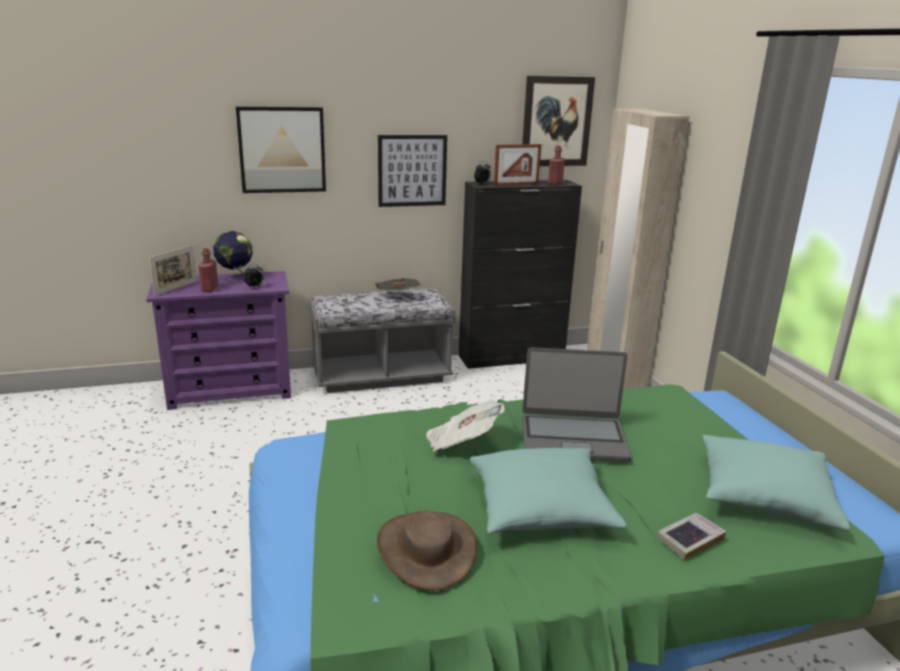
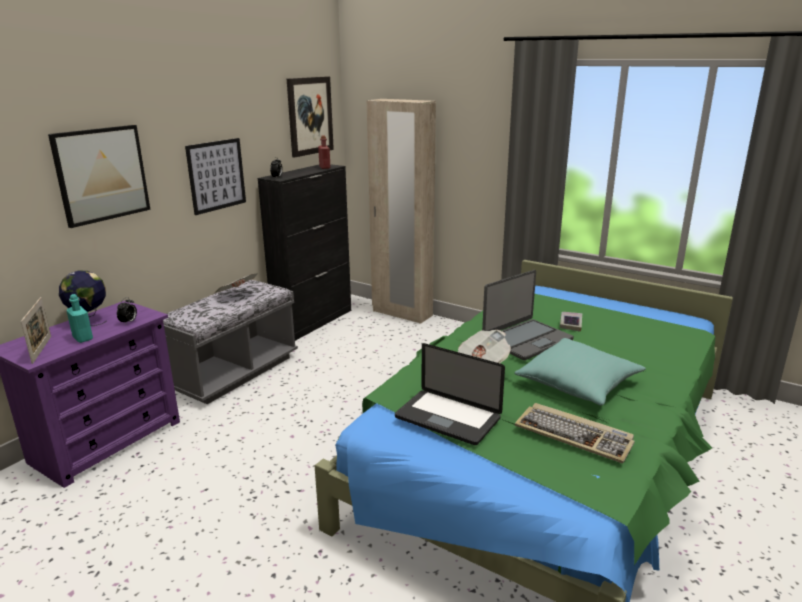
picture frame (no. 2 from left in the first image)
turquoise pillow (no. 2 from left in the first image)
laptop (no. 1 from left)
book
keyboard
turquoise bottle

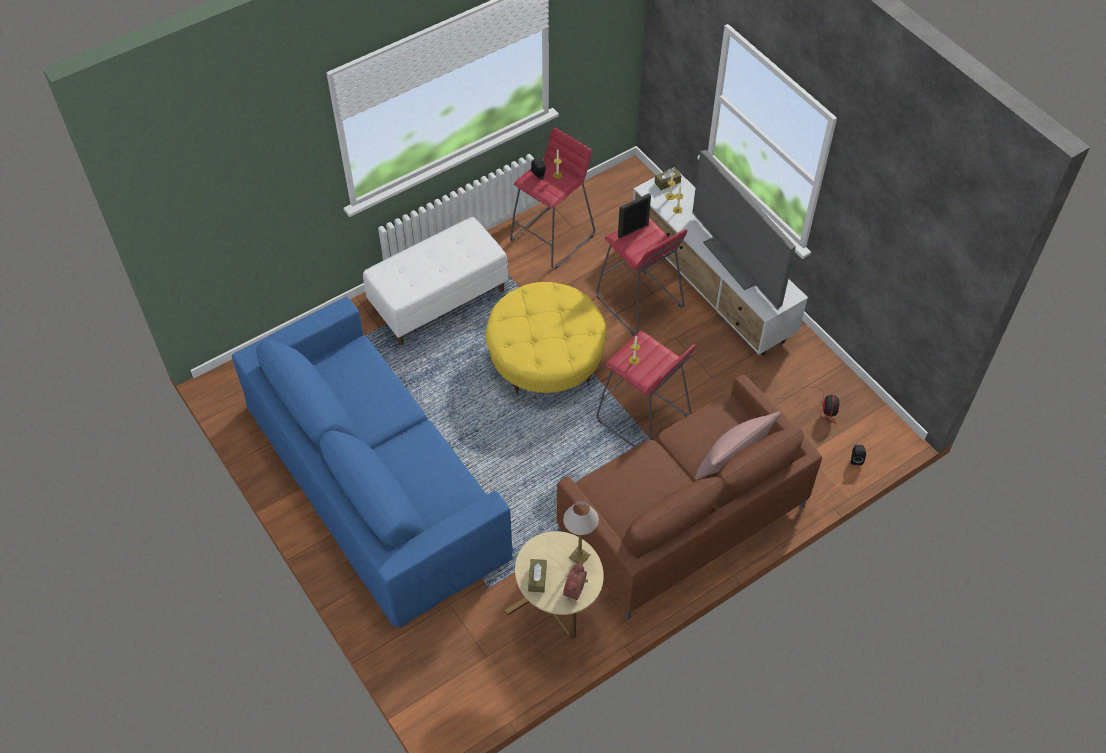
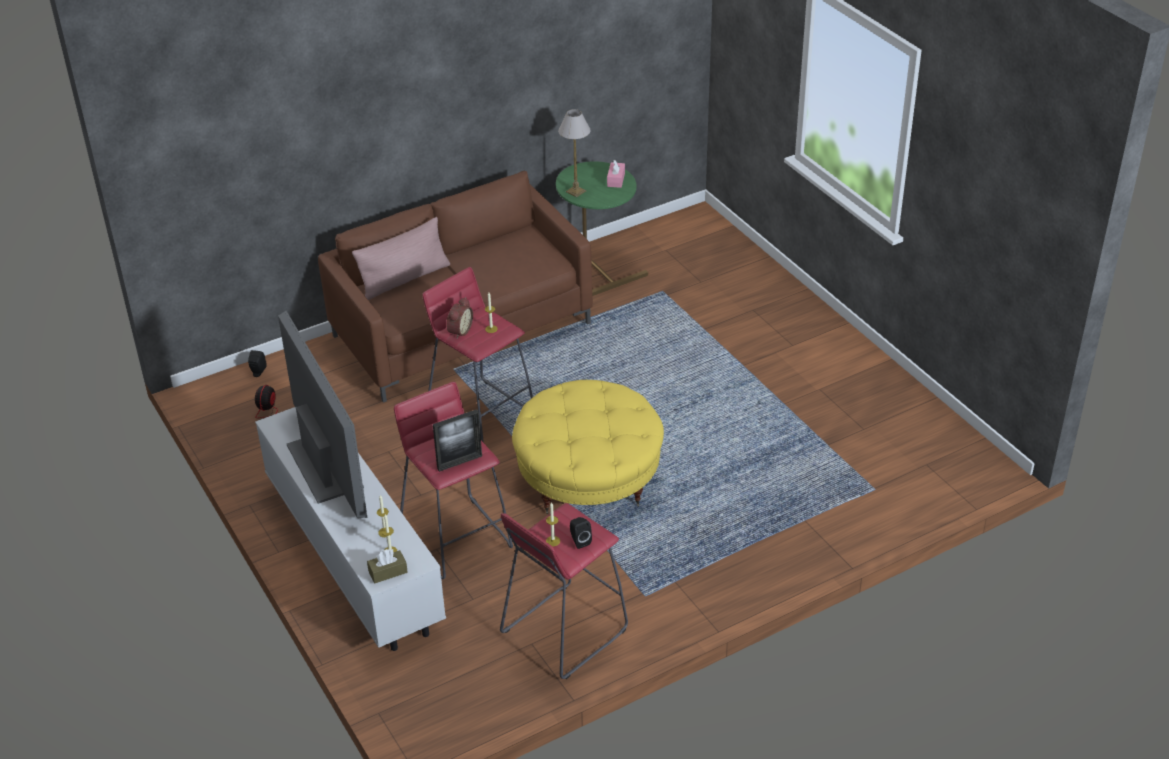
blue sofa
white bench
alarm clock
green side table
pink tissue box

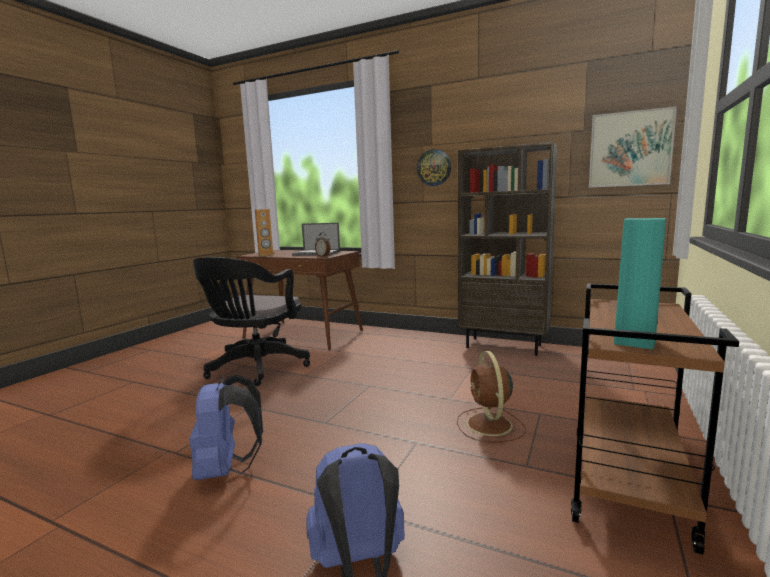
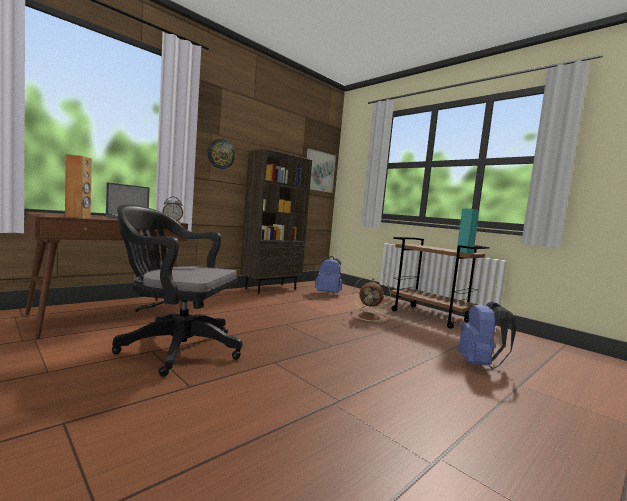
blue backpack (no. 1 from left)
black office chair

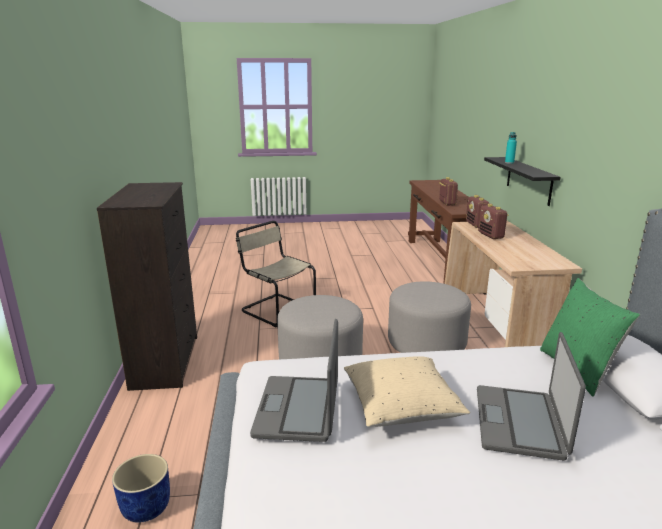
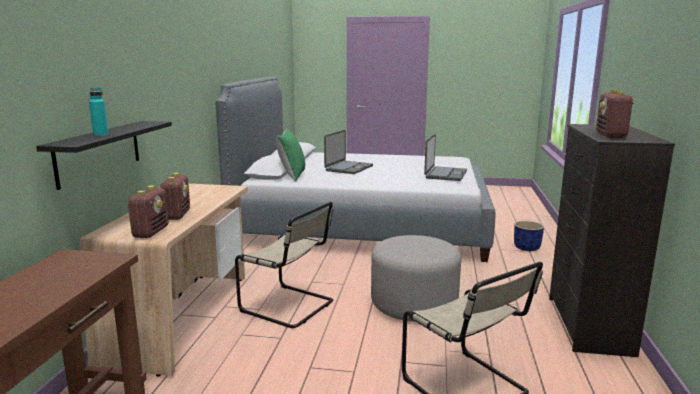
beige pillow
radio (no. 3 from left)
beige chair (no. 1 from left)

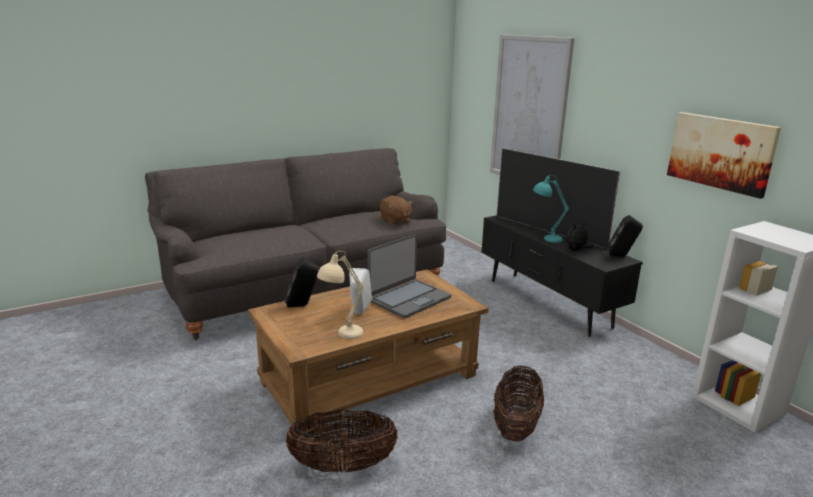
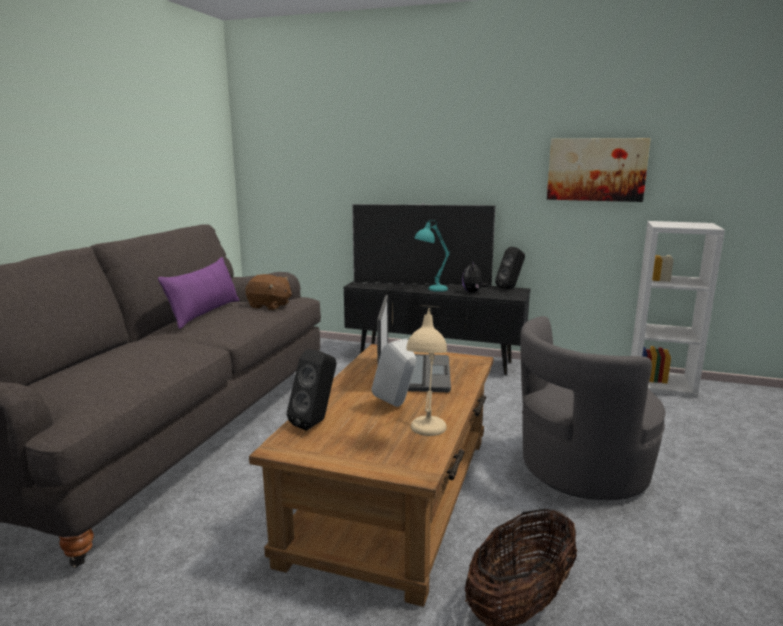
picture (no. 1 from left in the first image)
purple pillow
grey armchair

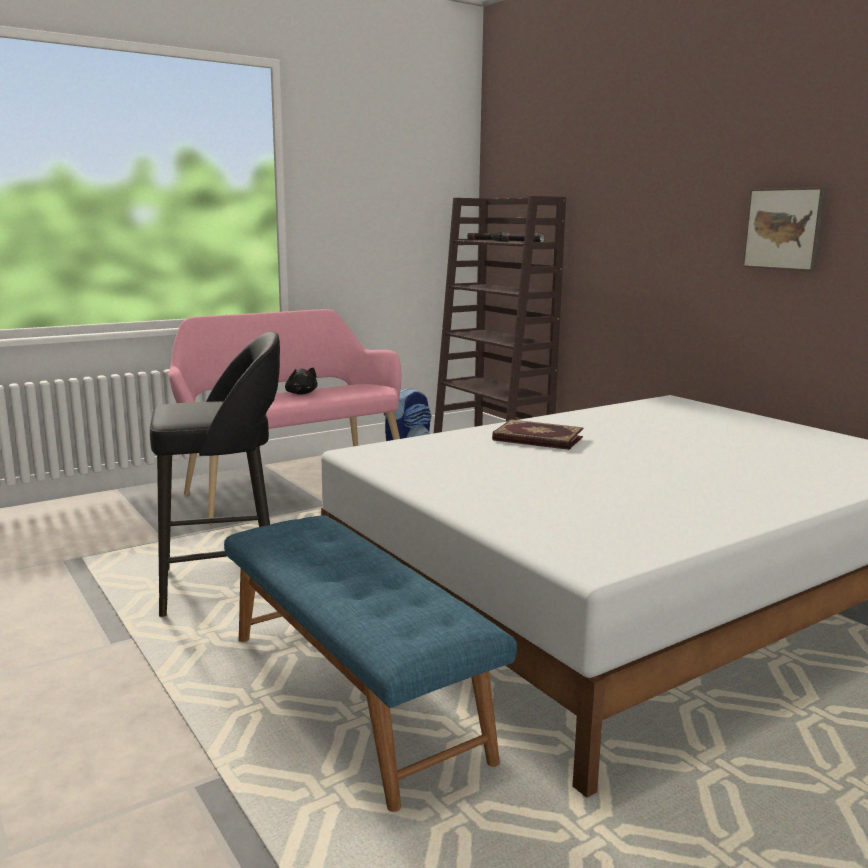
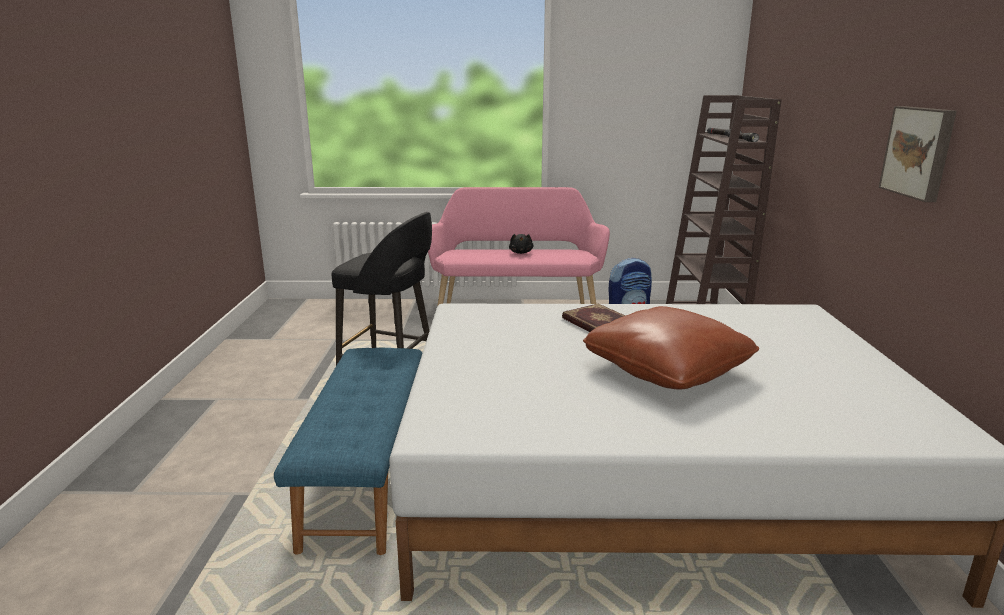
brown pillow

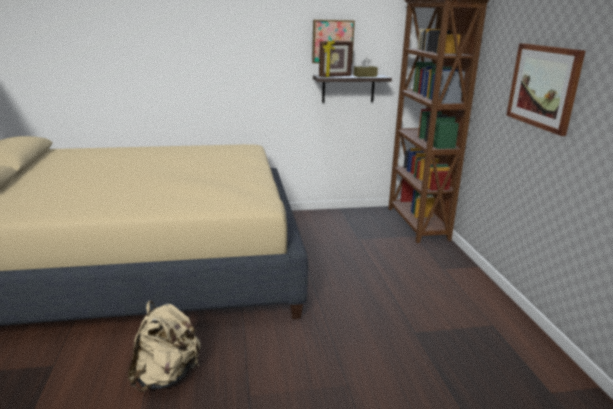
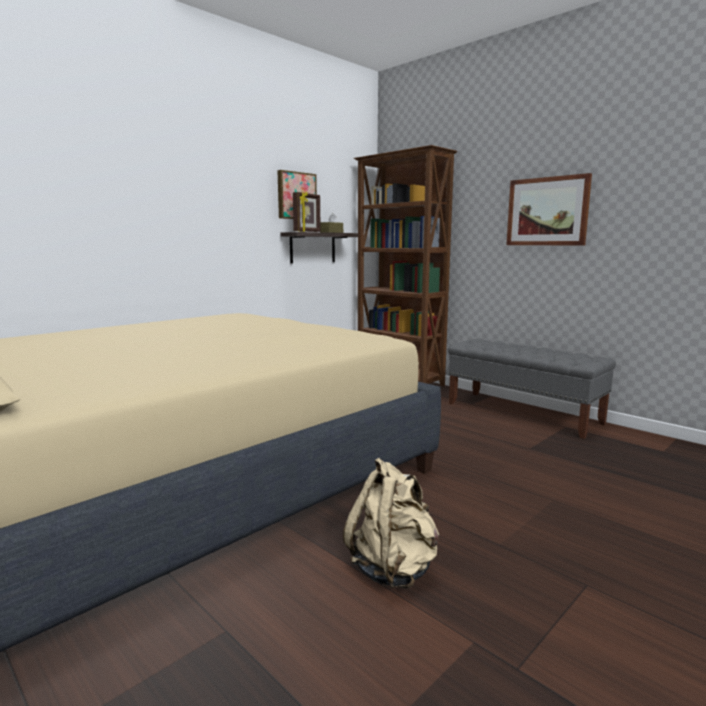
grey bench

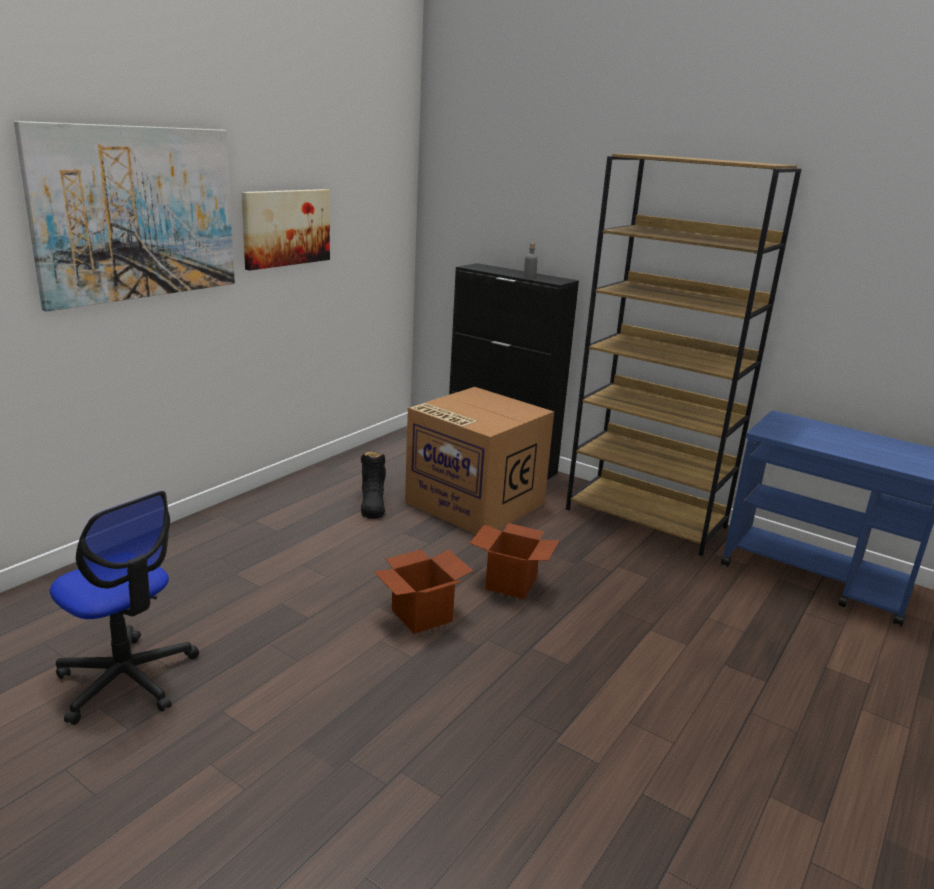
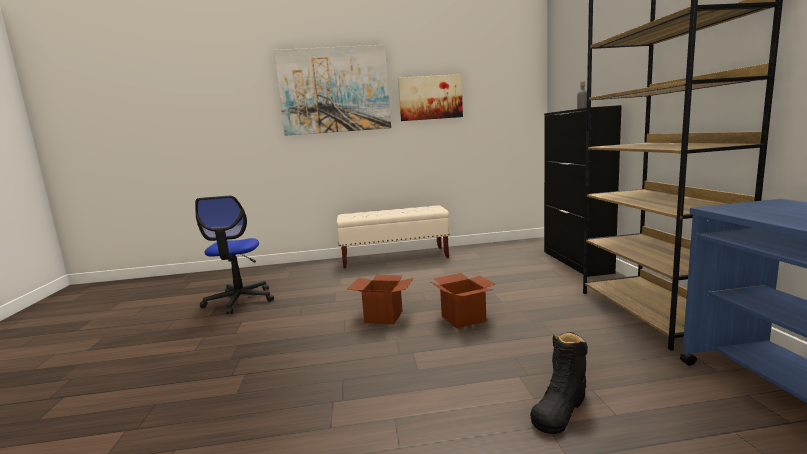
cardboard box (no. 2 from left in the first image)
beige bench
black boot

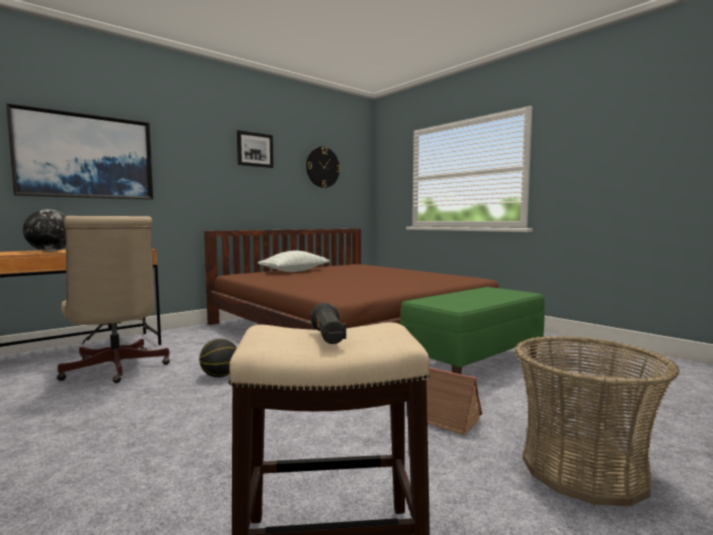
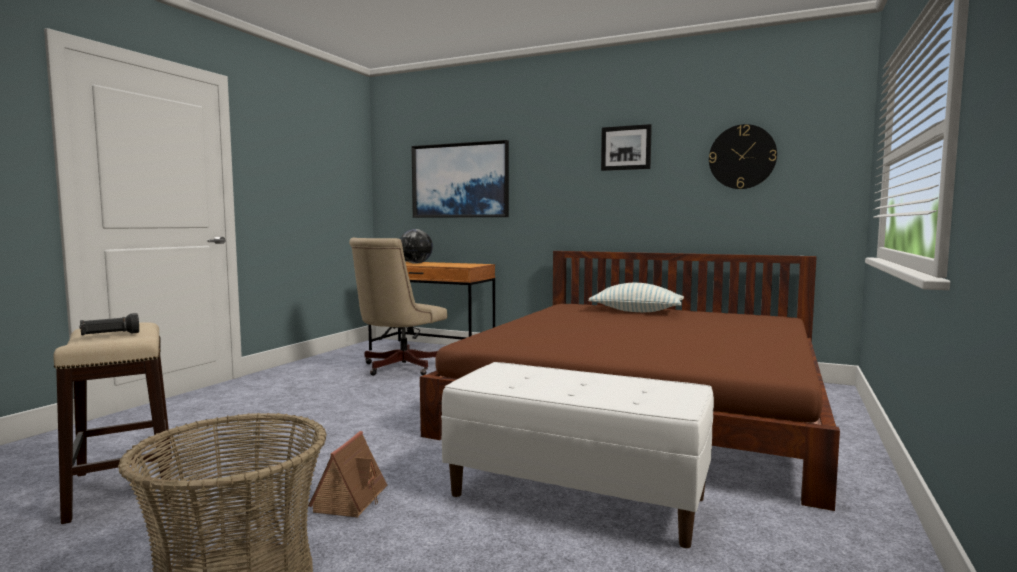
basketball
white bench

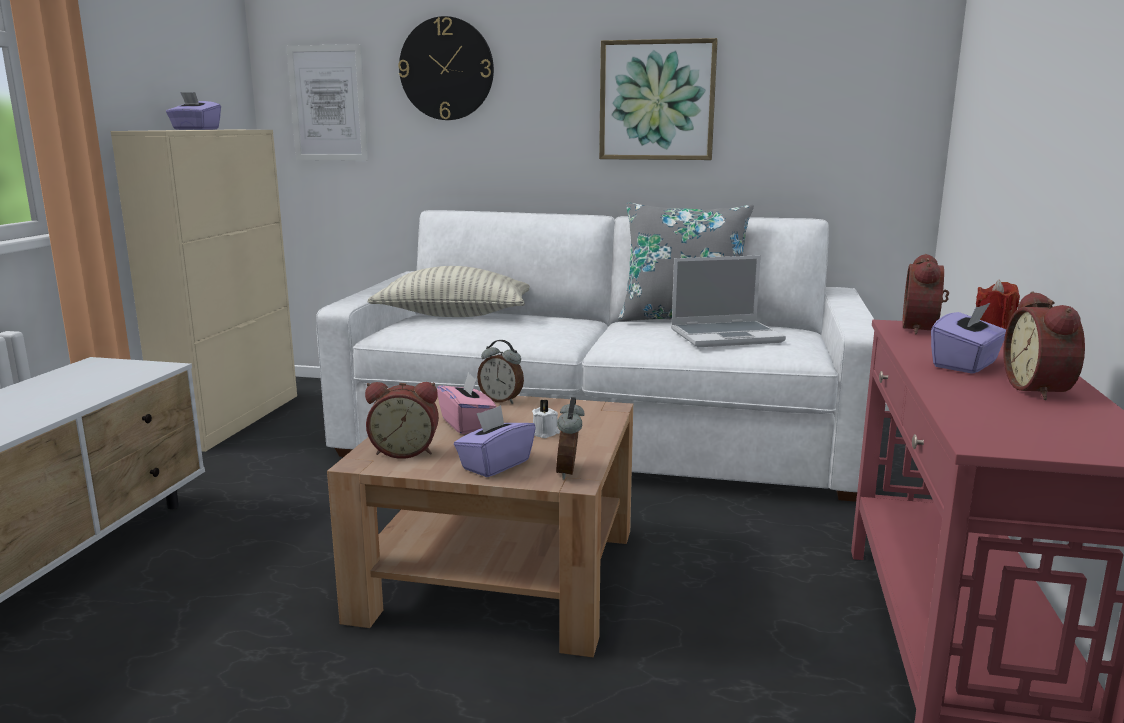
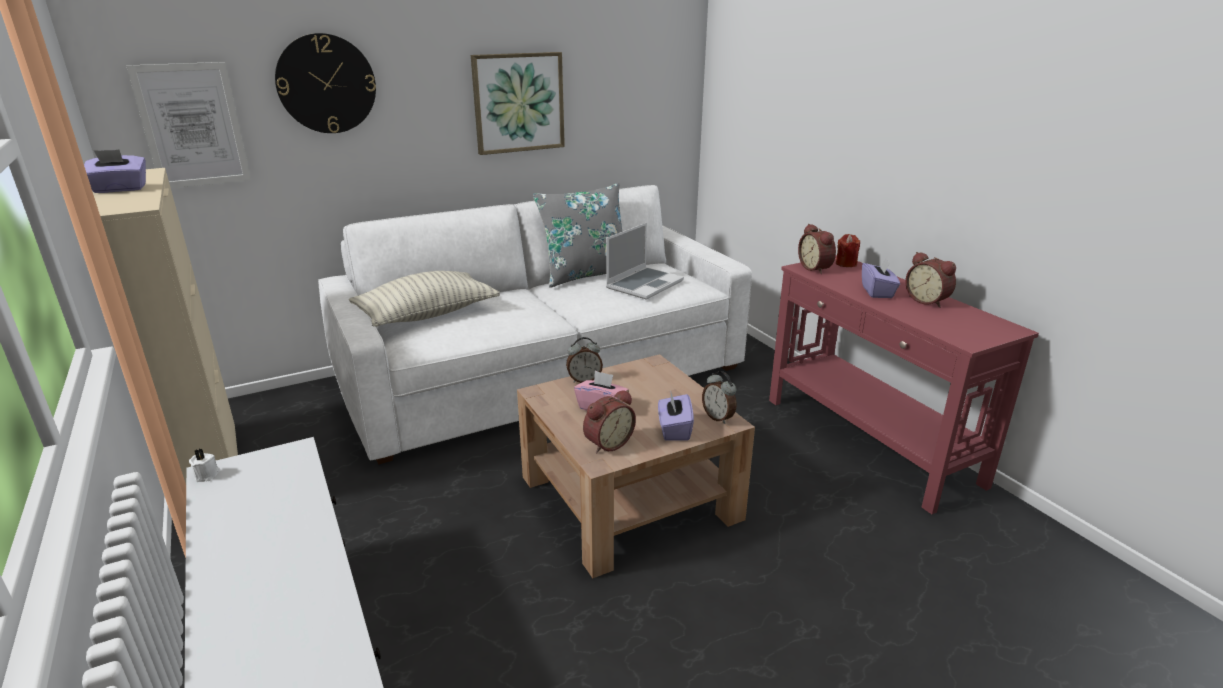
white candle

